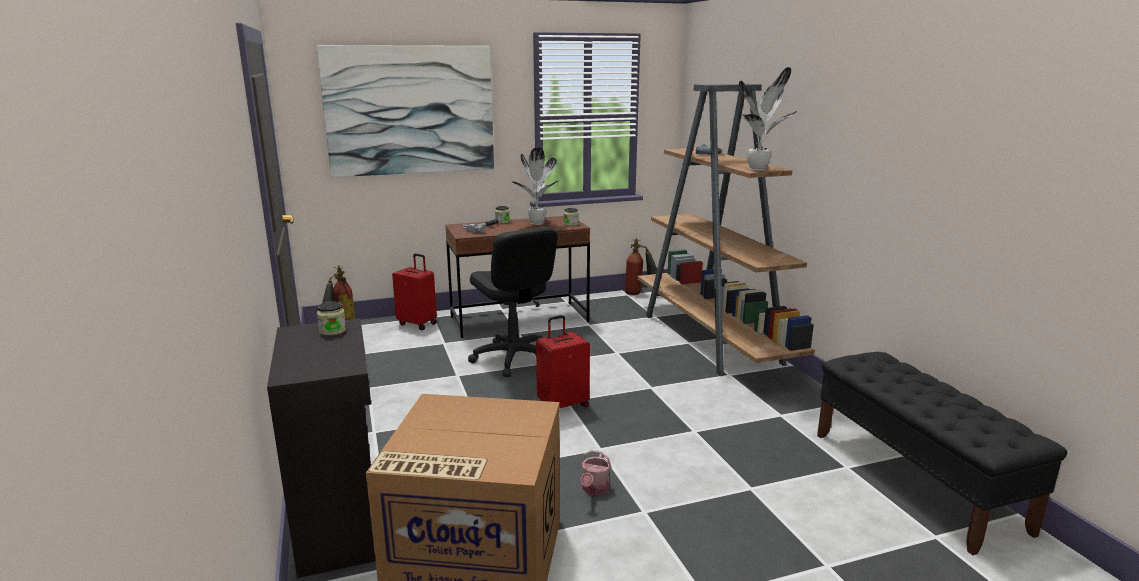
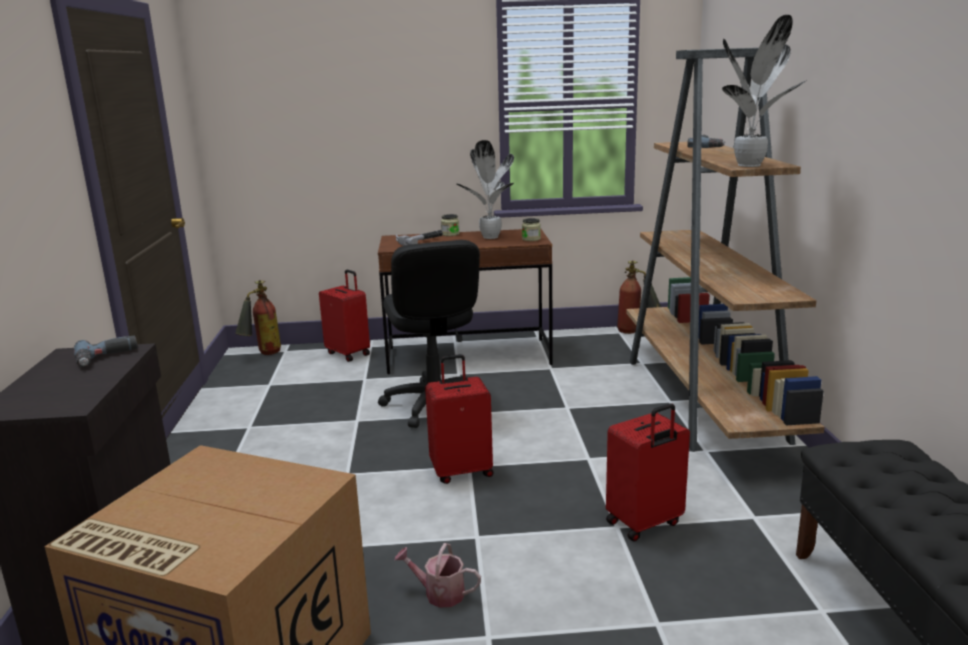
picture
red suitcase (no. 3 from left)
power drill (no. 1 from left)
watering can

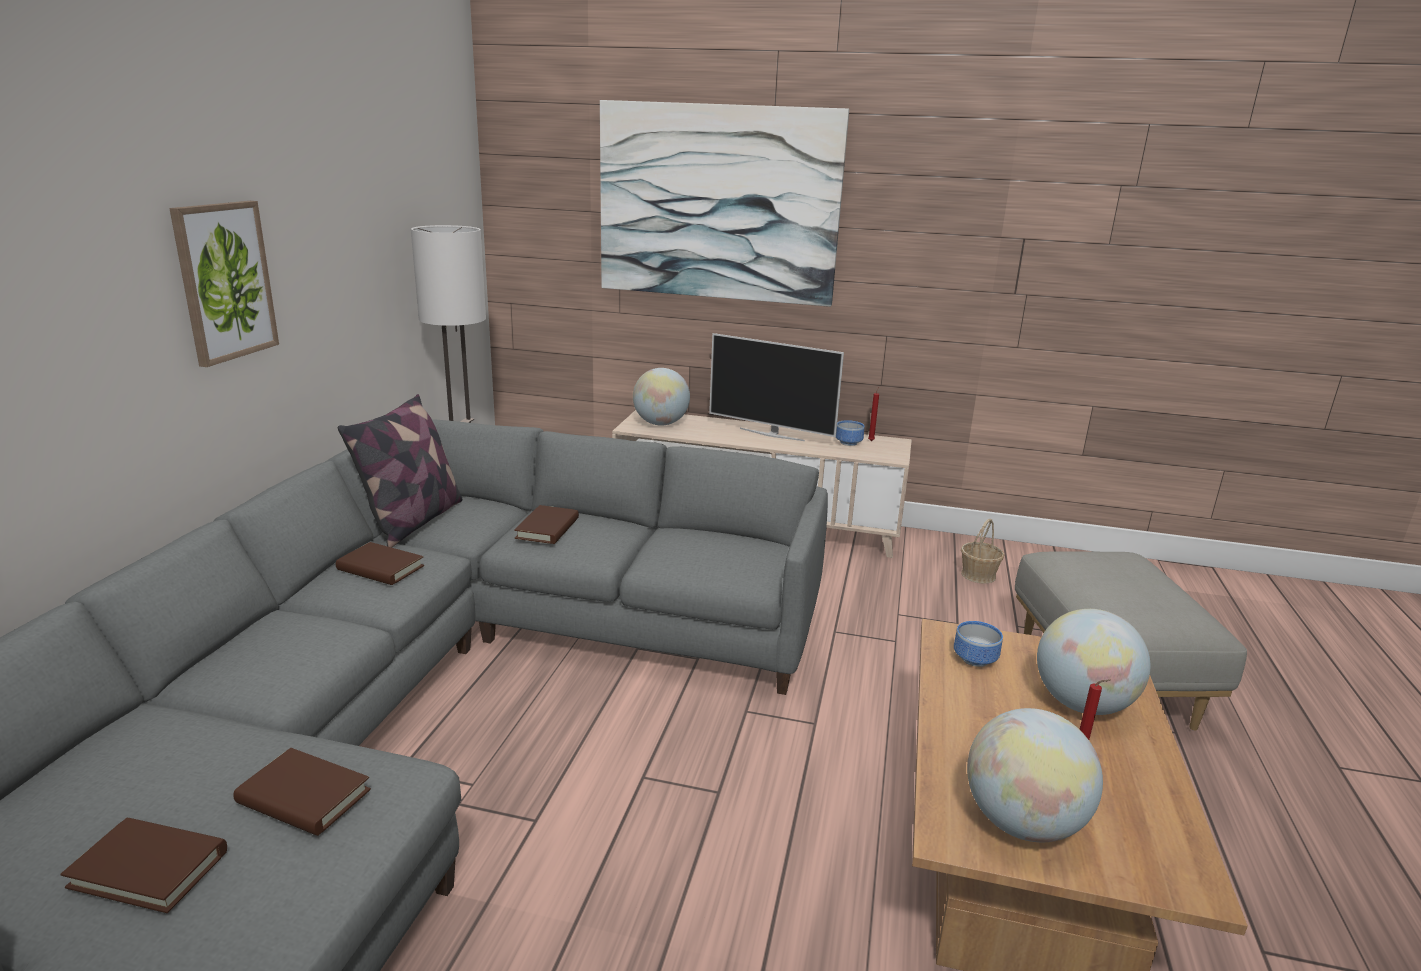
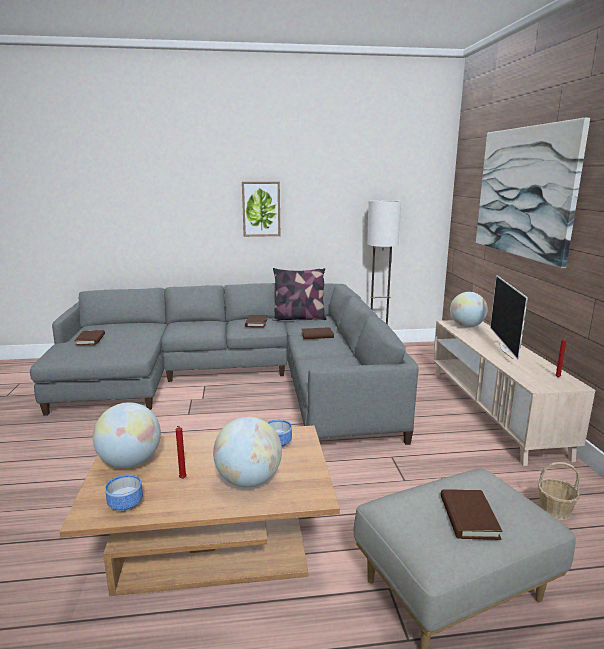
brown book (no. 4 from left)
bowl (no. 1 from left)

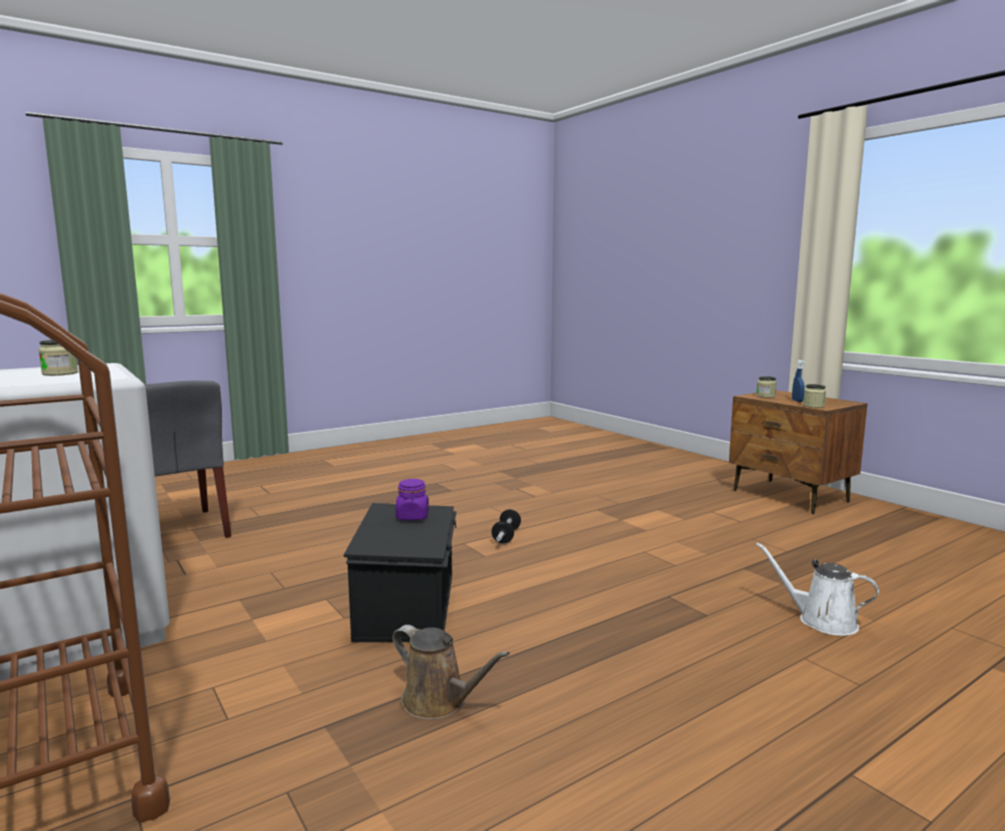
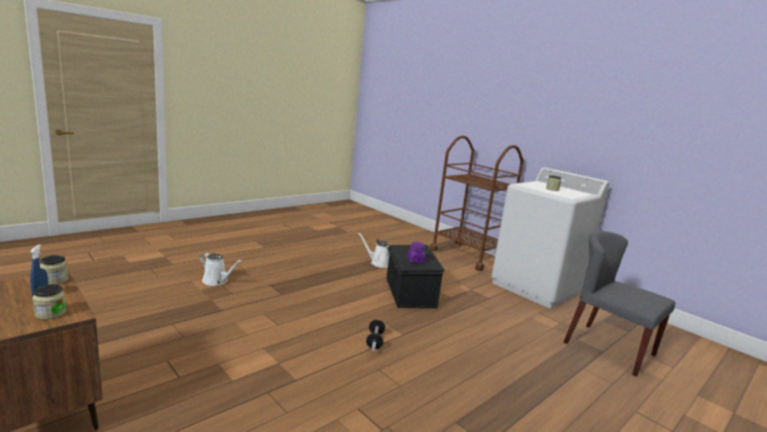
white watering can (no. 2 from left)

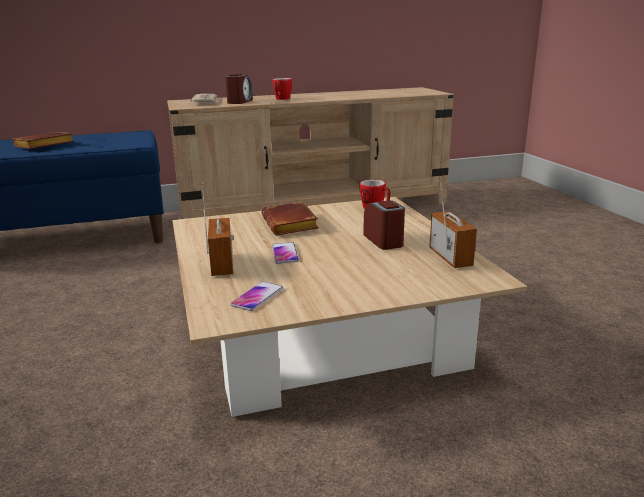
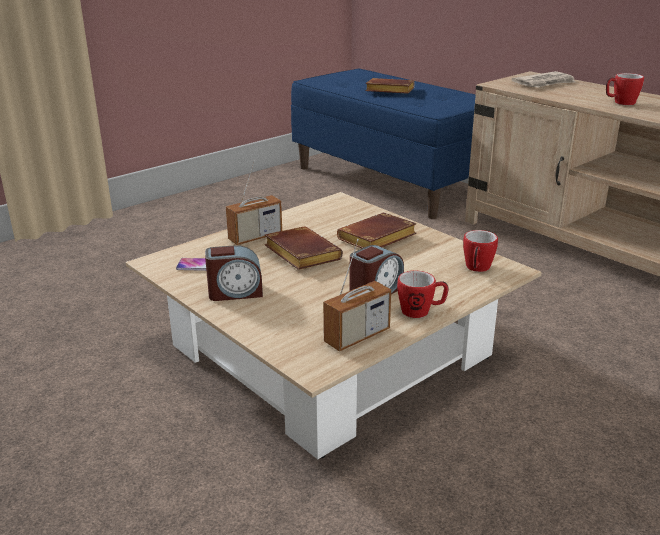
mug (no. 1 from left)
alarm clock (no. 1 from left)
brown book (no. 1 from left)

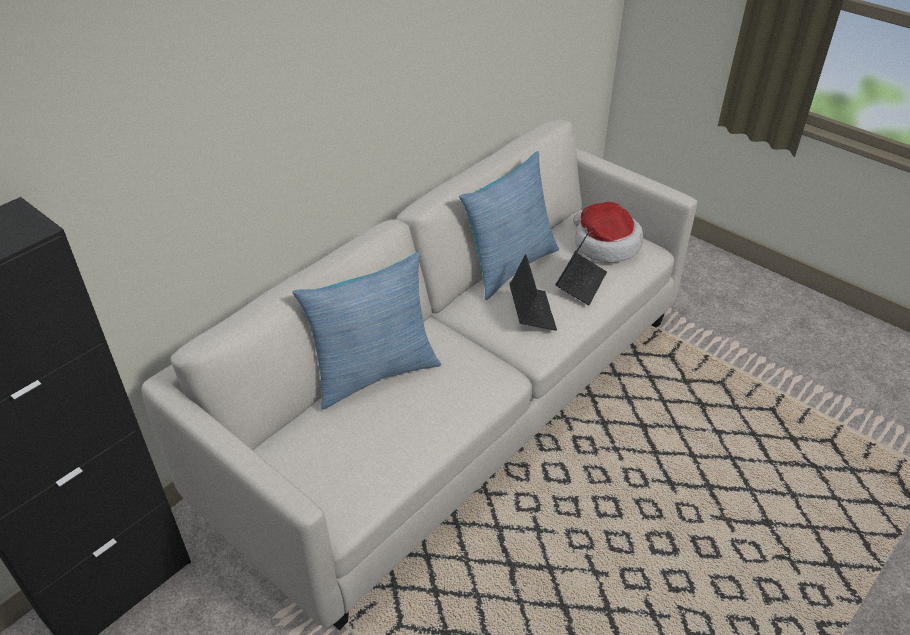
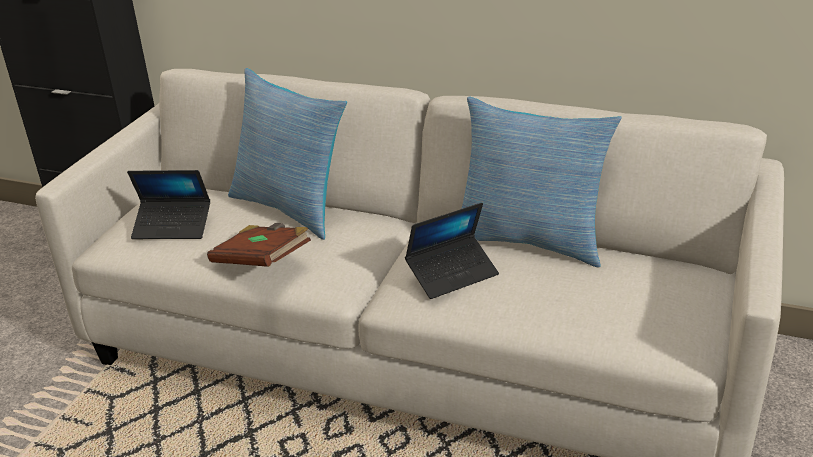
hat
brown book
laptop (no. 1 from left)

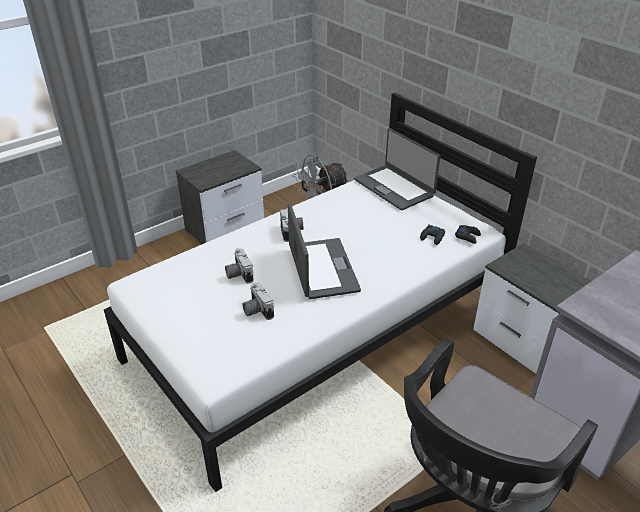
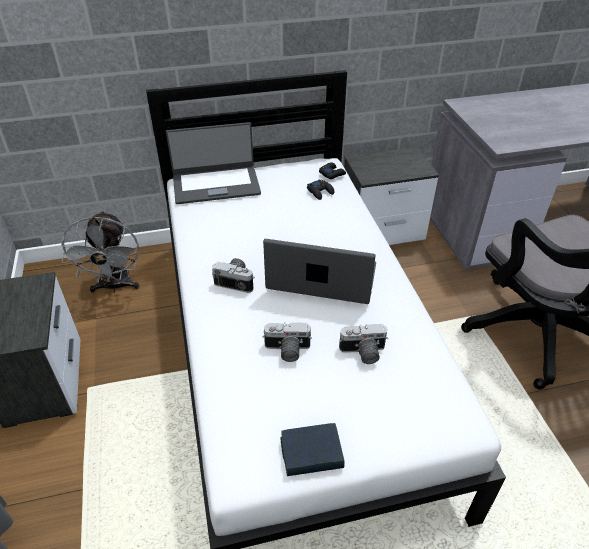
book

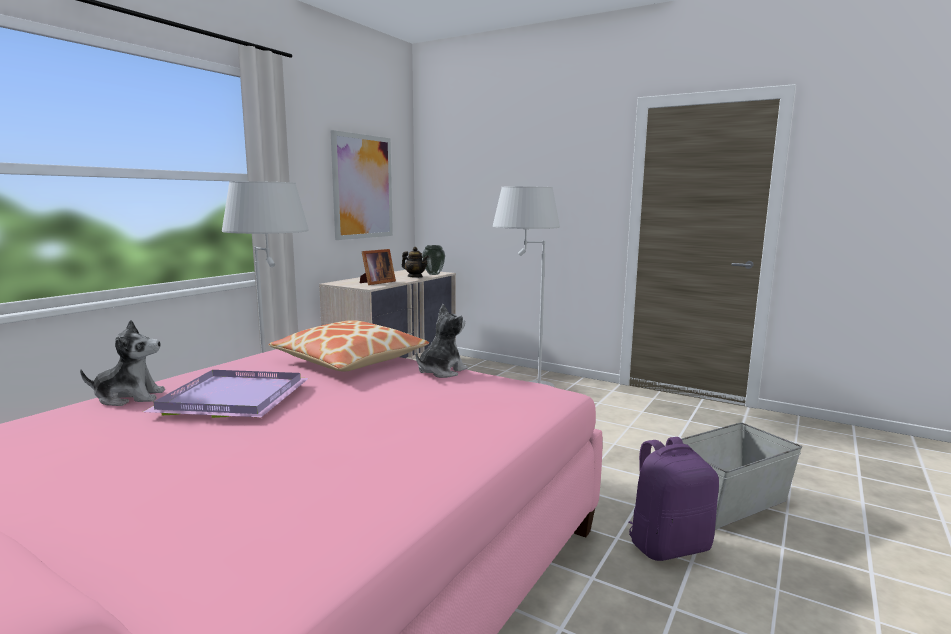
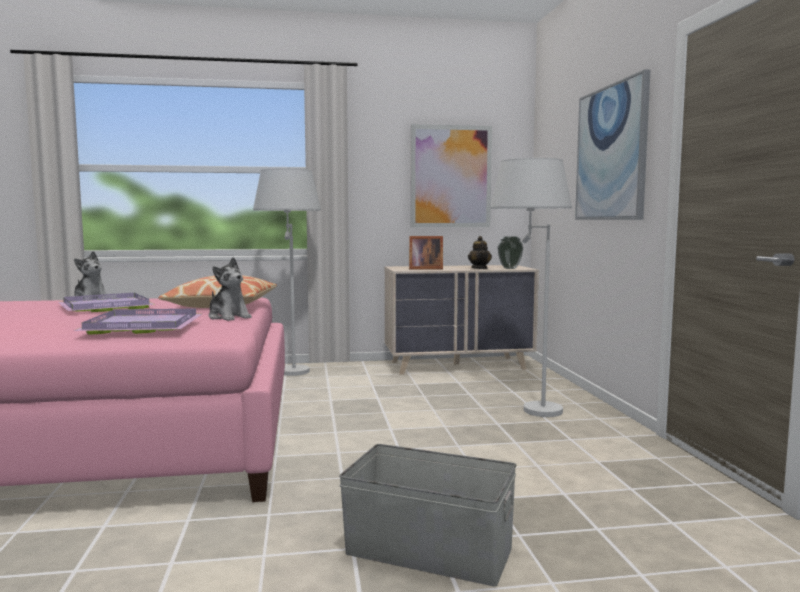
purple backpack
purple tray (no. 2 from left)
picture (no. 2 from left)
plush toy (no. 2 from left)

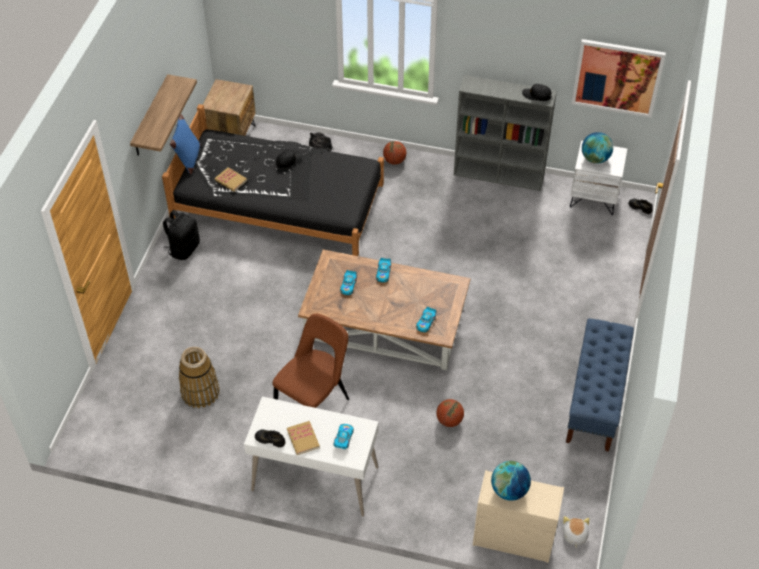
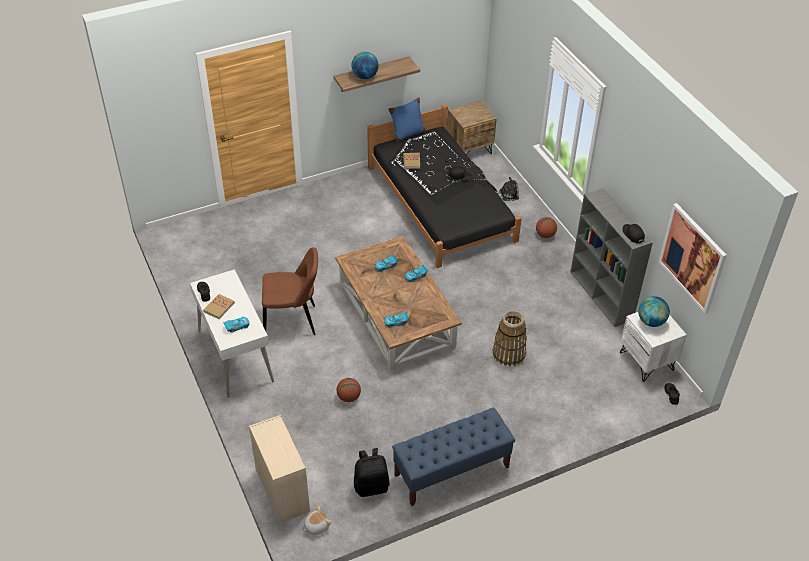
black backpack
basket
globe (no. 1 from left)

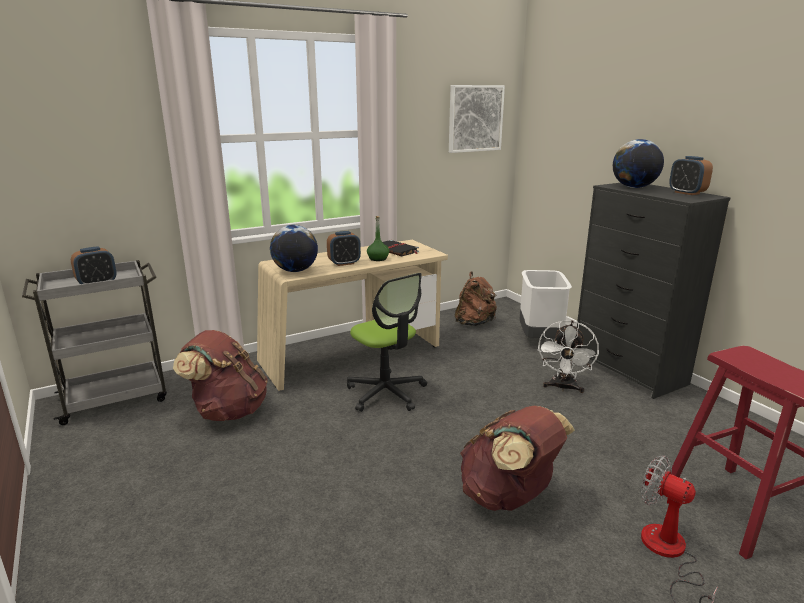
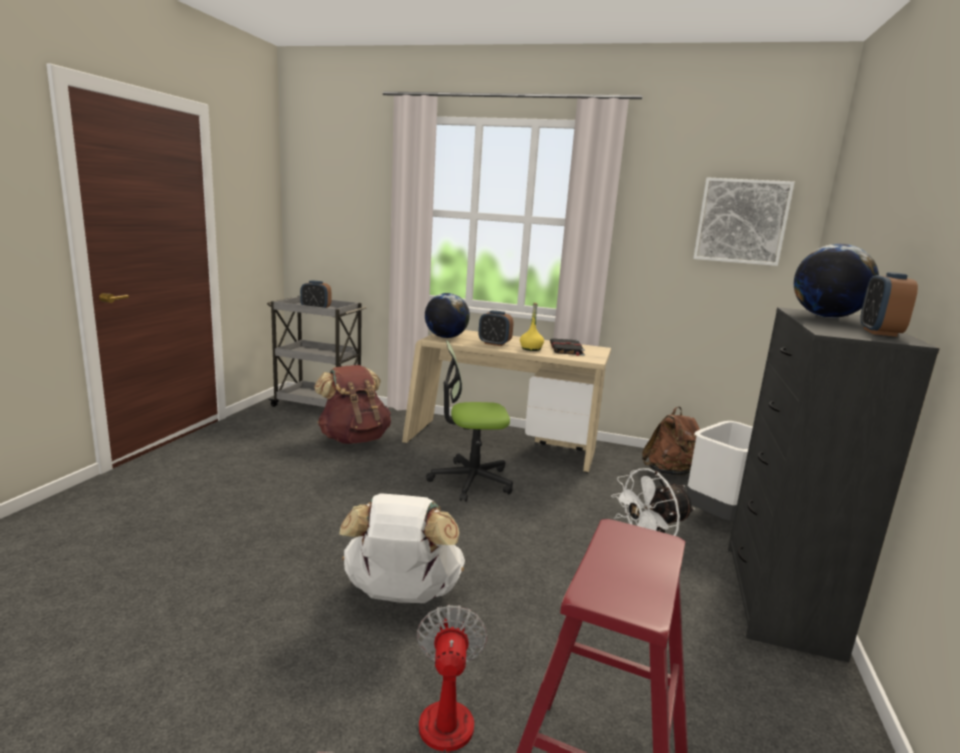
yellow bottle
white backpack
office chair

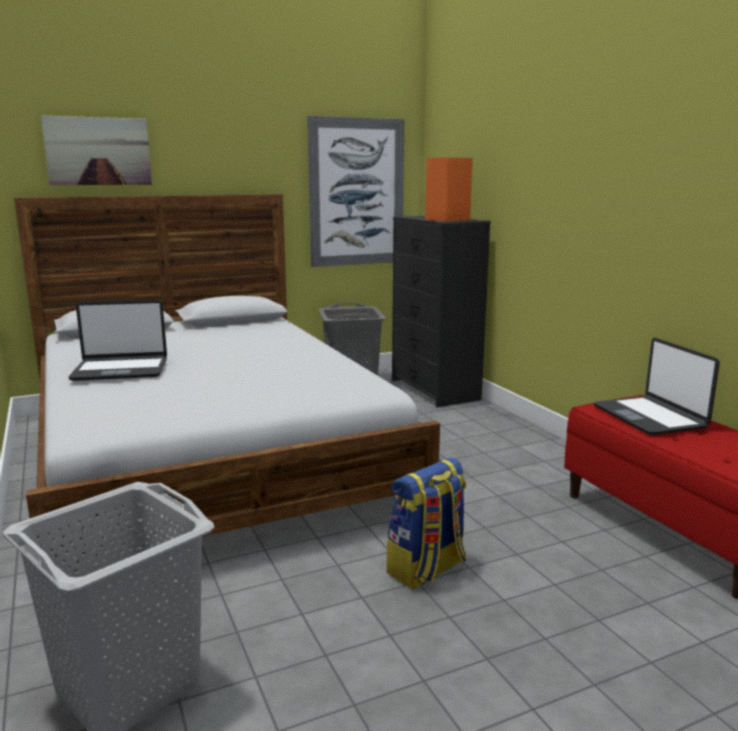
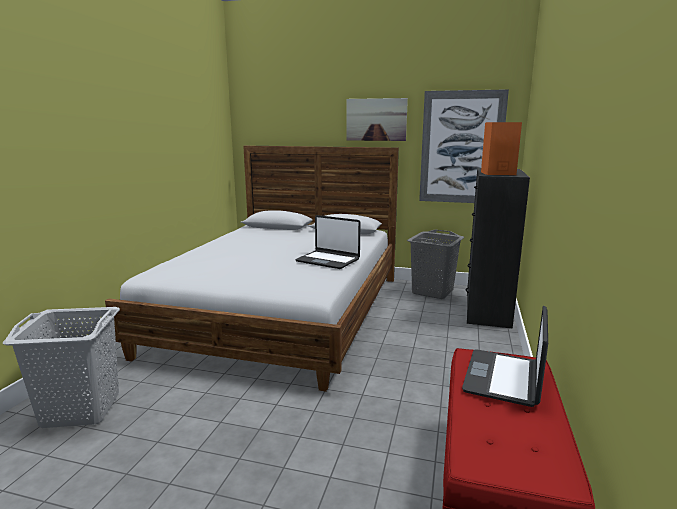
backpack
picture (no. 1 from left)
laptop (no. 1 from left)

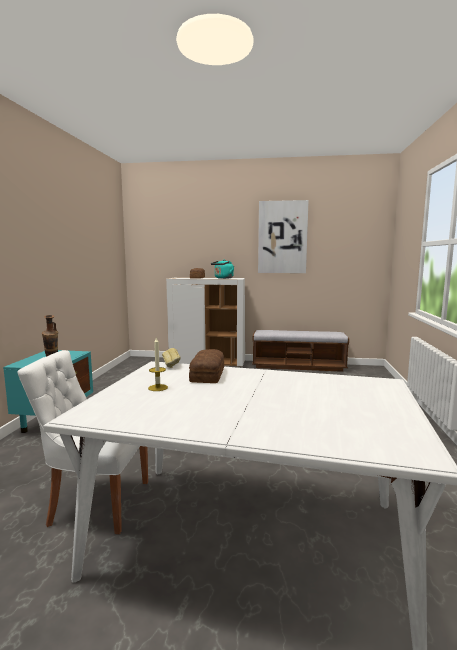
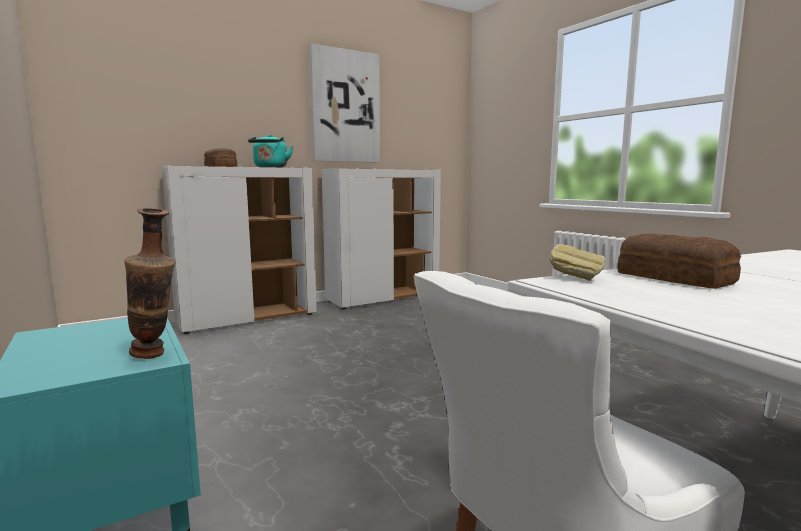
candle
white cabinet (no. 2 from left)

